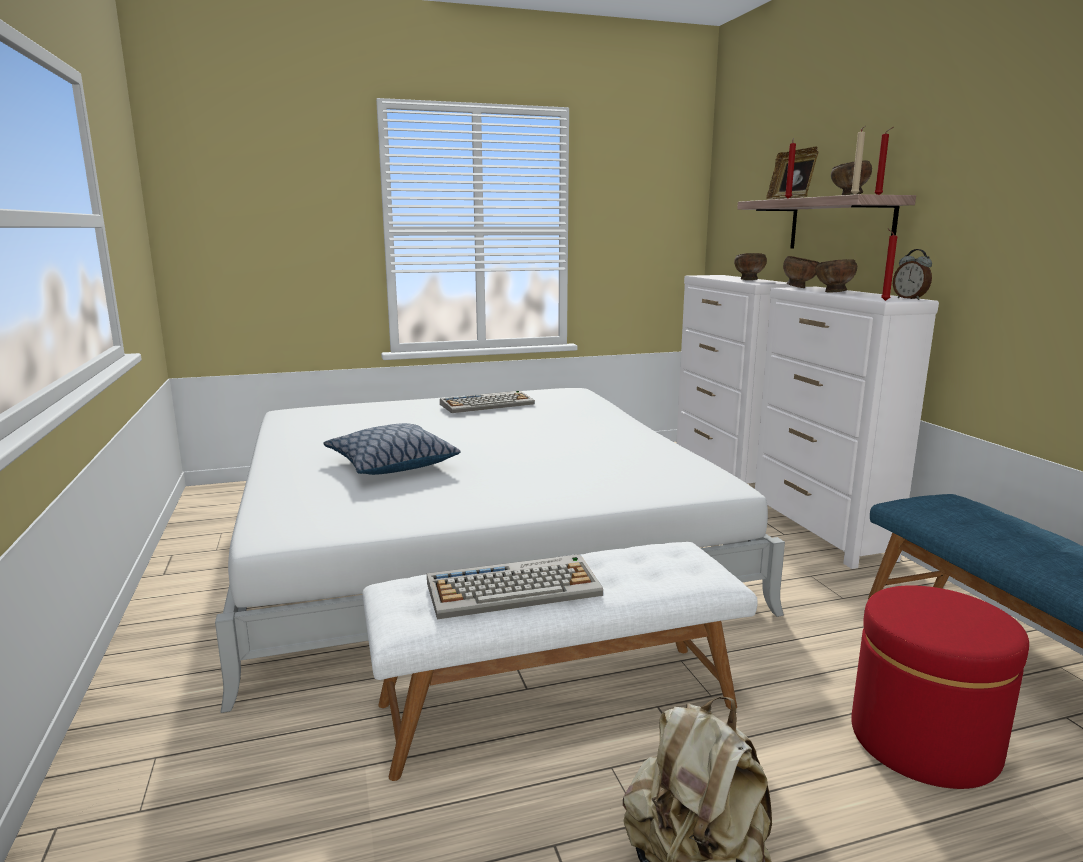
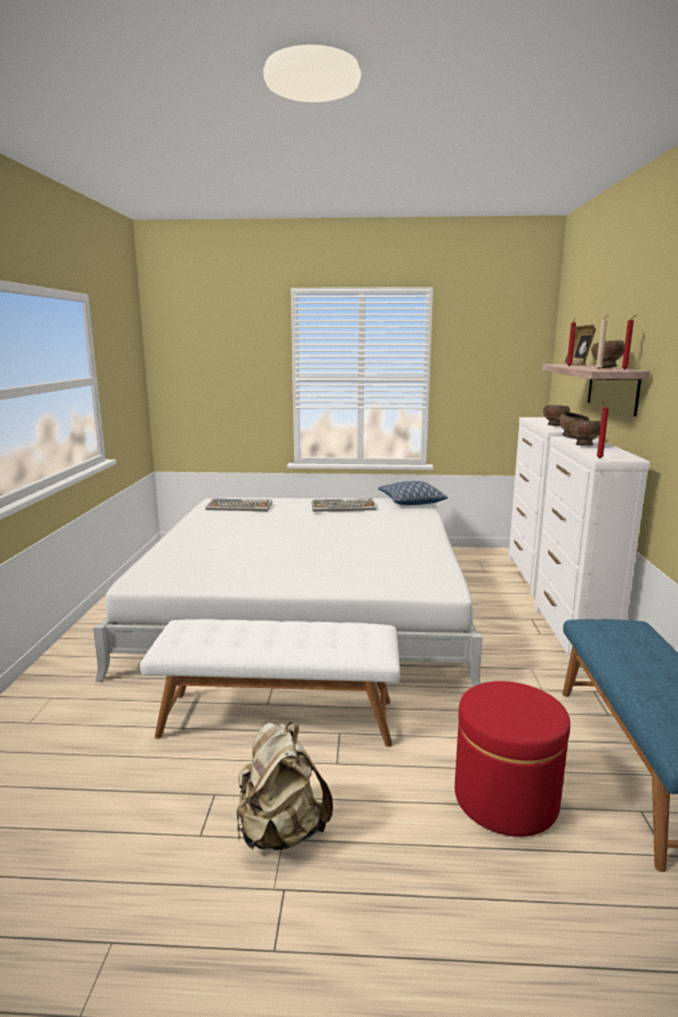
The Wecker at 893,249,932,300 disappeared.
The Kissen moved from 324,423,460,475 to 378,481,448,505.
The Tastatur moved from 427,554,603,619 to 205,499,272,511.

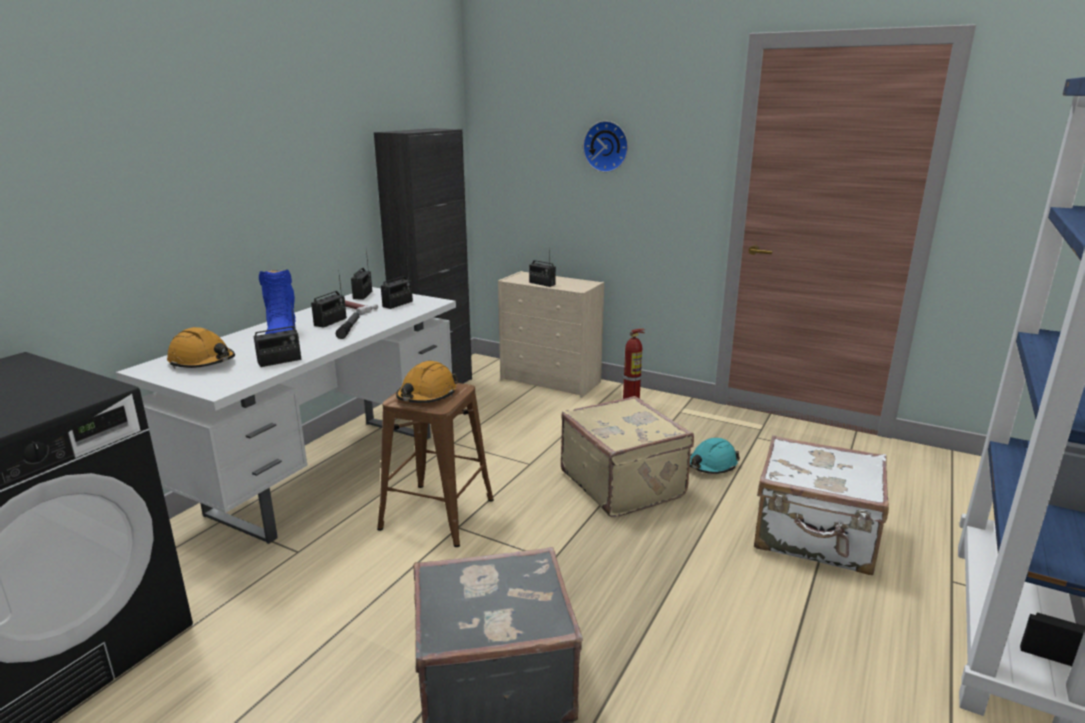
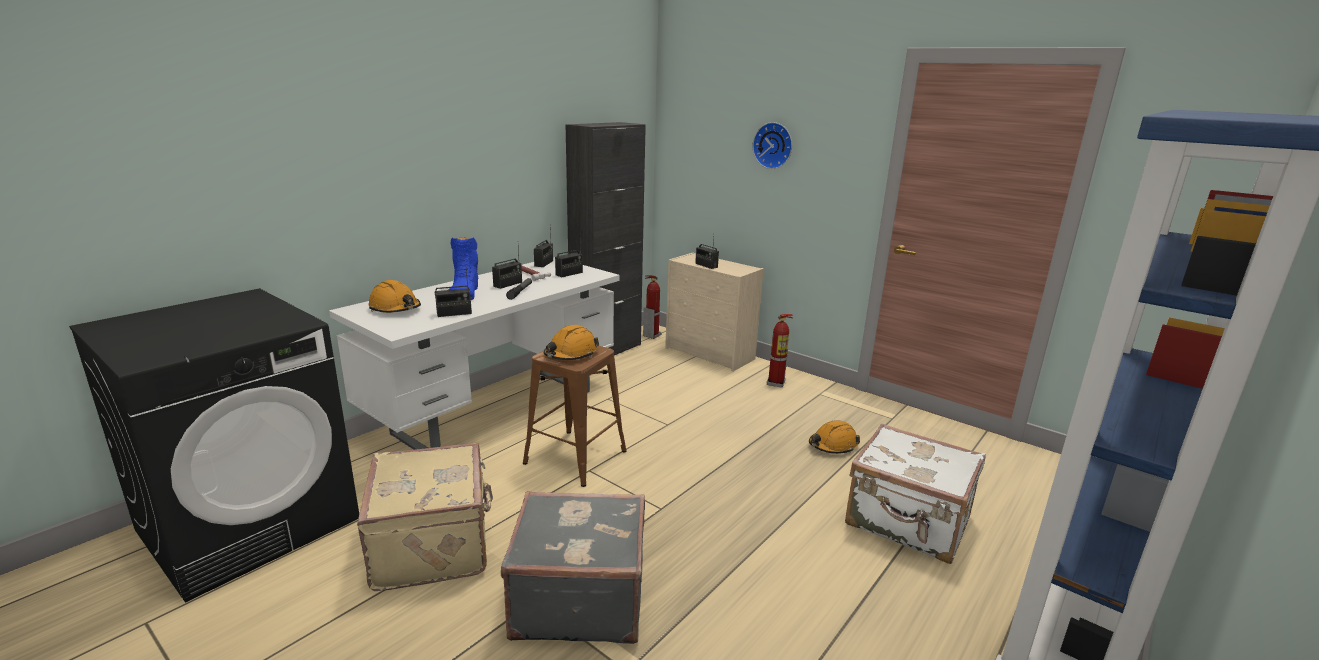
The Koffer [beige] moved from 561,396,694,517 to 357,443,493,591.
The Schutzhelm [türkis] at 690,438,740,474 became the Schutzhelm [orange] at 809,420,860,454.
The Feuerlöscher at 643,275,662,339 appeared.

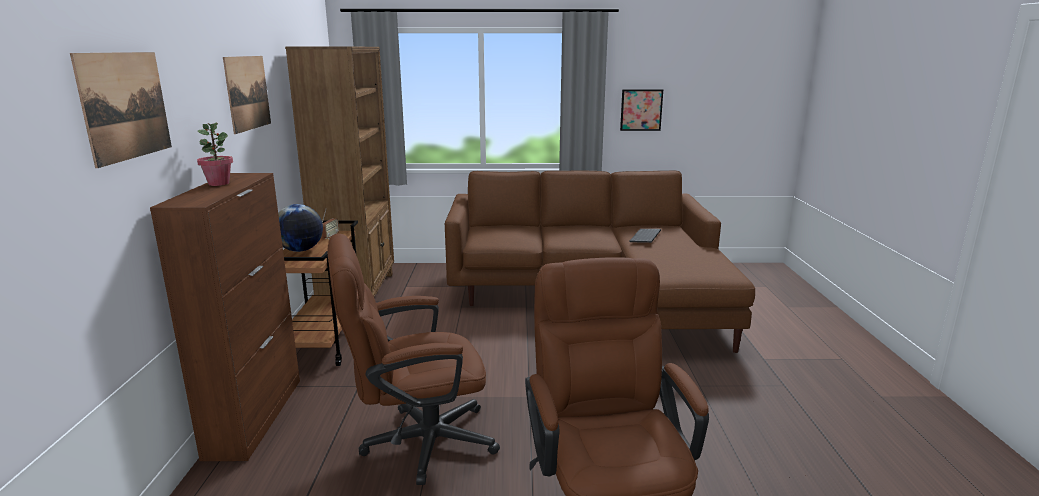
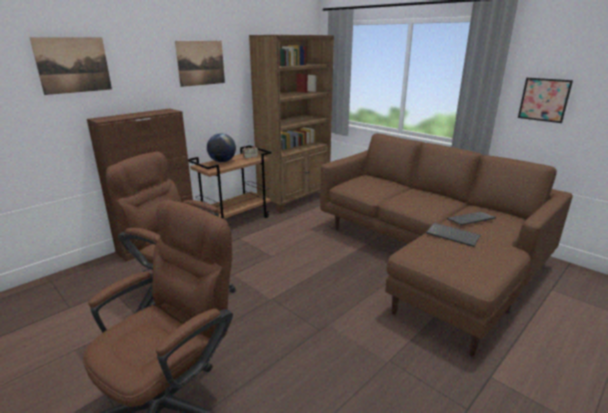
The Topfpflanze at 197,123,233,186 disappeared.
The Tastatur at 426,223,481,247 appeared.

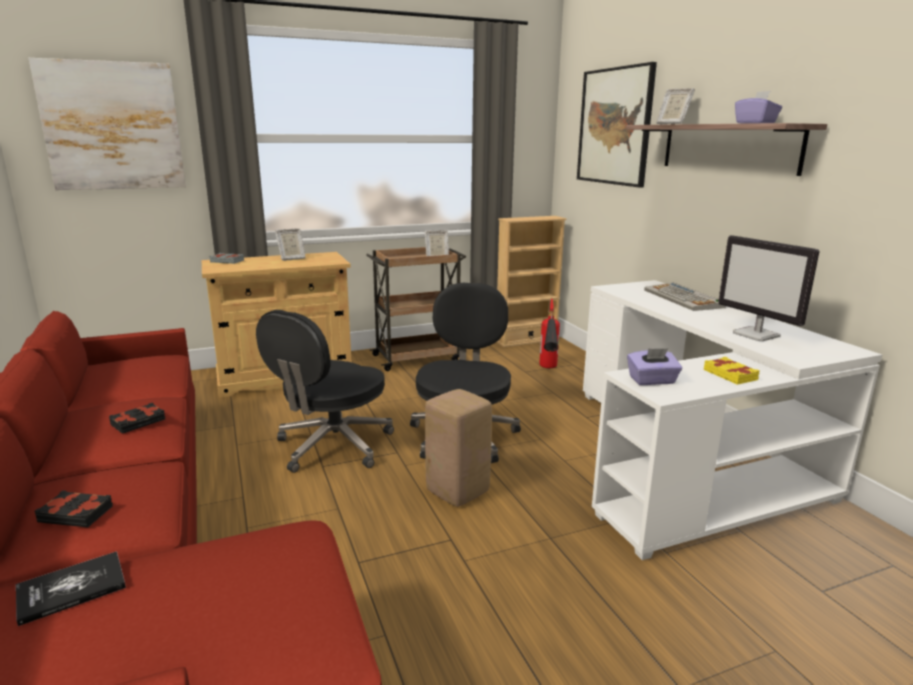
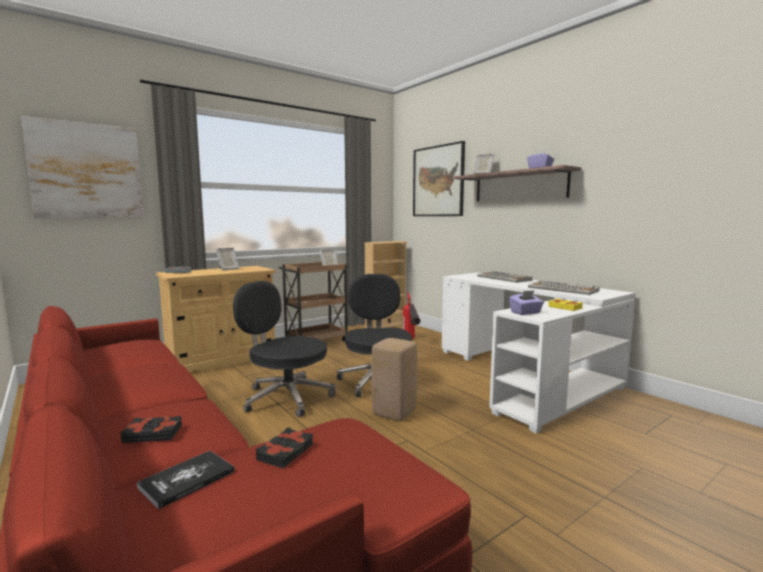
The Monitor at 718,235,820,341 was replaced by the Tastatur at 528,281,600,295.
The Bürostuhl [schwarz] at 256,310,394,473 turned 105 degrees clockwise.
The Buch [schwarz] moved from 109,403,165,434 to 256,427,313,468.

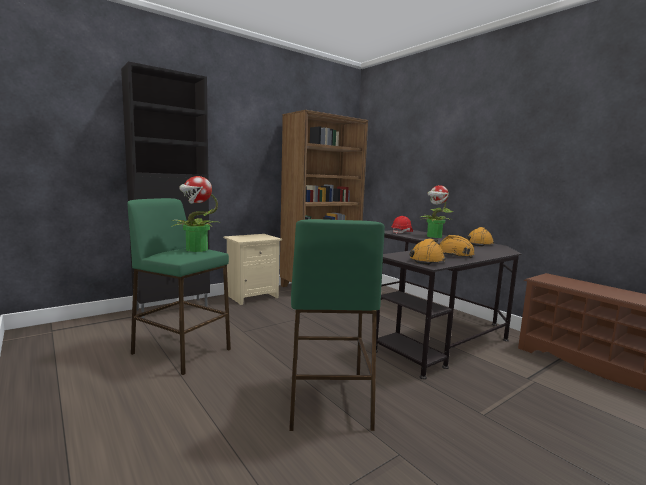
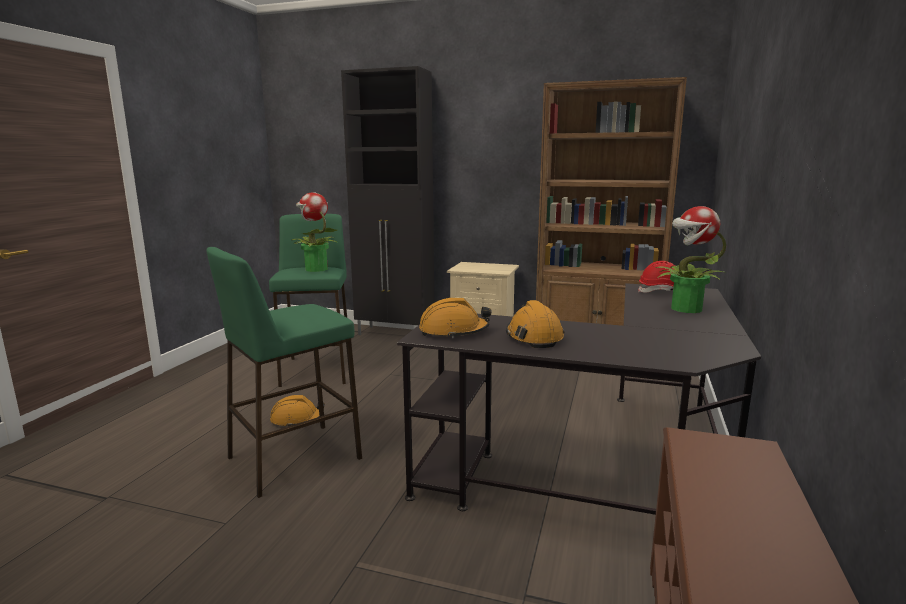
The Schutzhelm [orange] moved from 466,227,494,247 to 270,395,325,426.

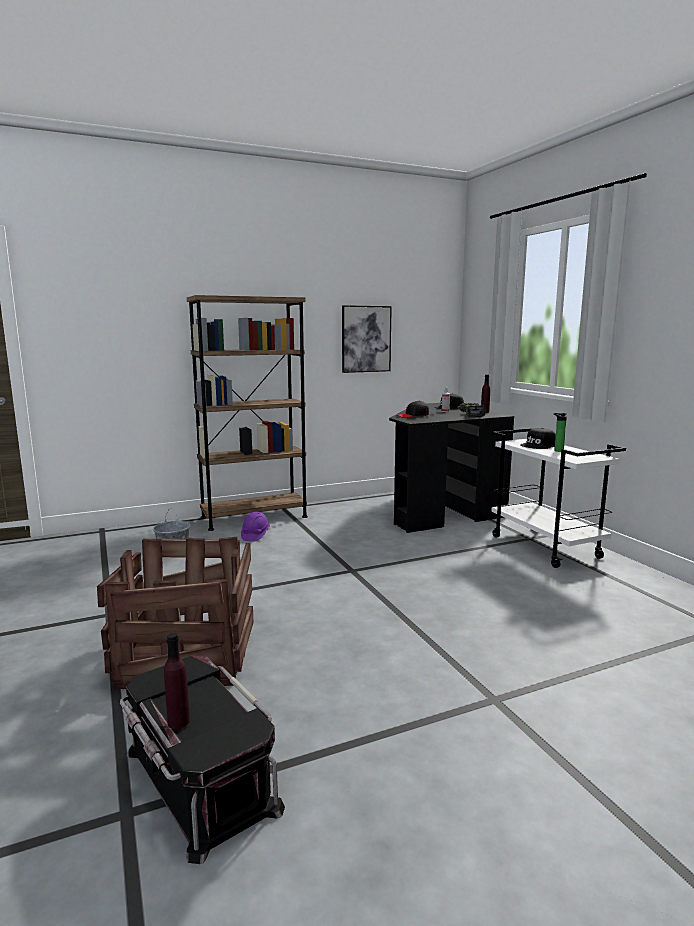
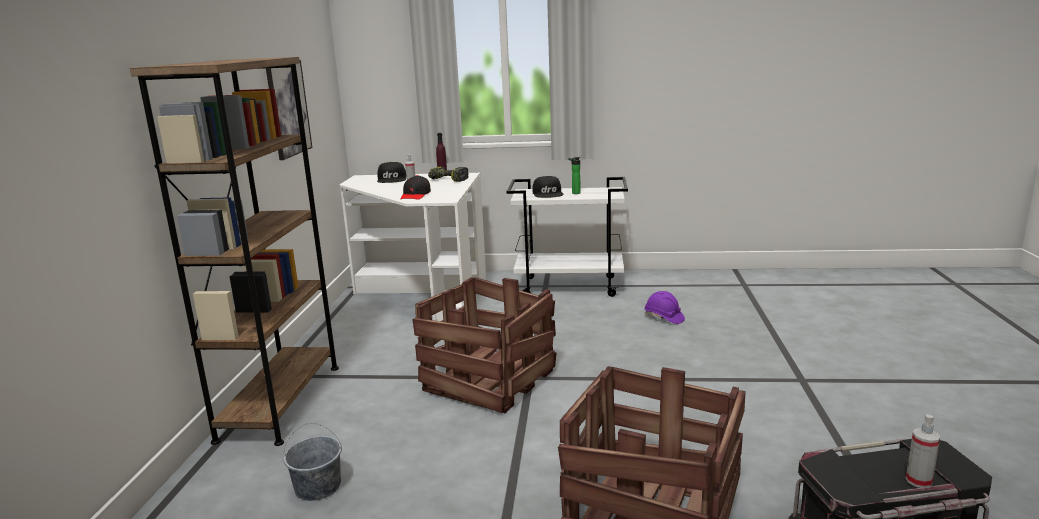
The Schreibtisch [schwarz] at 389,403,514,533 became the Schreibtisch [weiß] at 340,173,486,321.
The Schutzhelm [lila] moved from 241,512,270,542 to 645,291,685,324.
The Flasche [lila] at 164,633,190,729 was replaced by the Sprühflasche at 906,414,940,488.
The Kiste at 412,277,557,413 appeared.

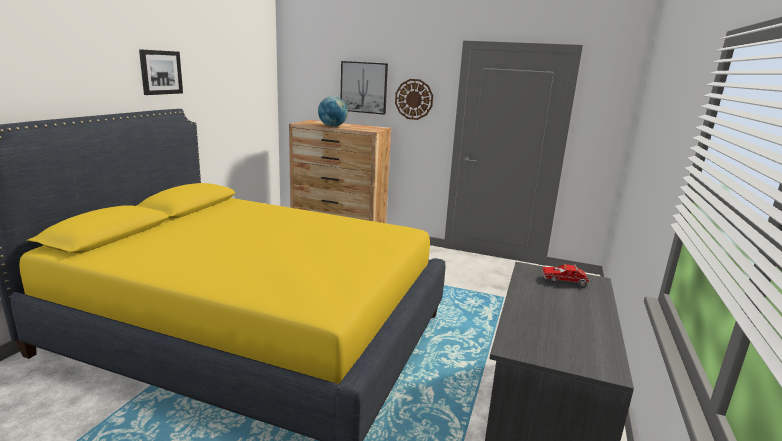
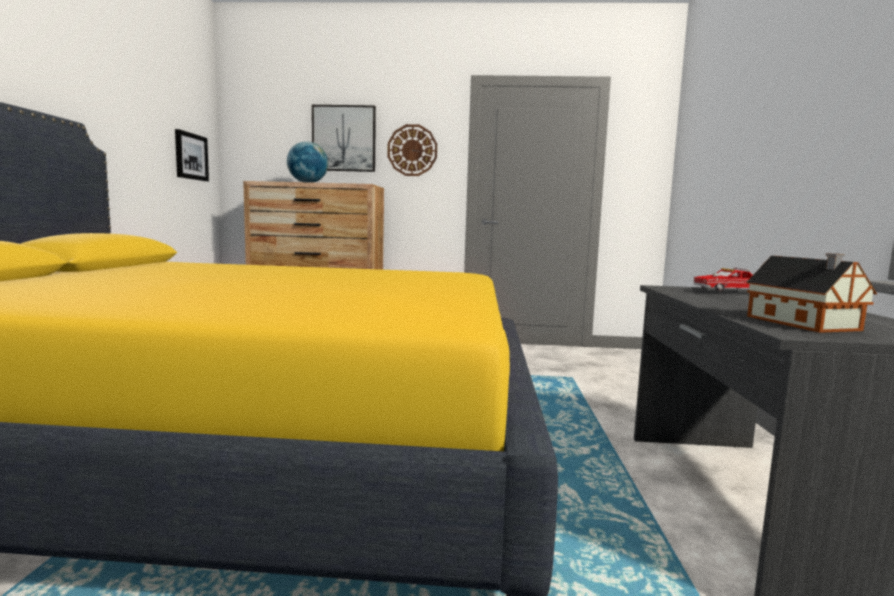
The Bild moved from 139,49,183,95 to 175,129,209,181.
The Spielzeughaus at 746,253,877,333 appeared.

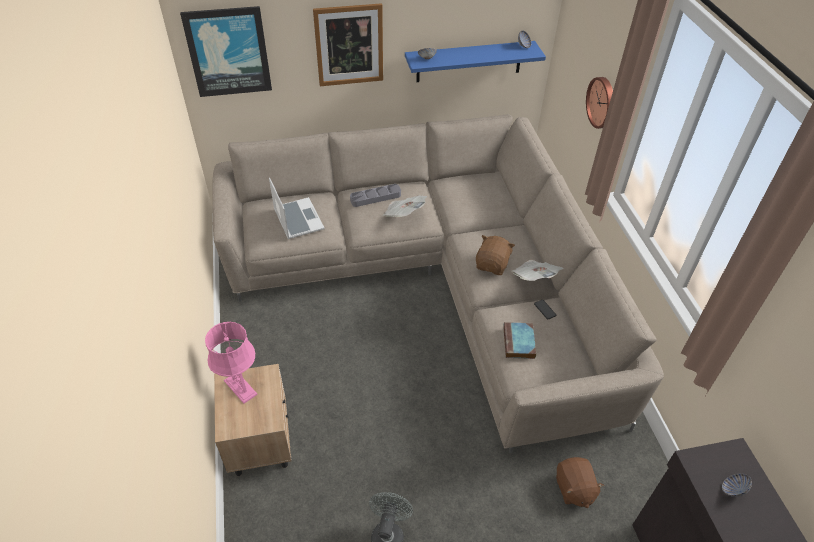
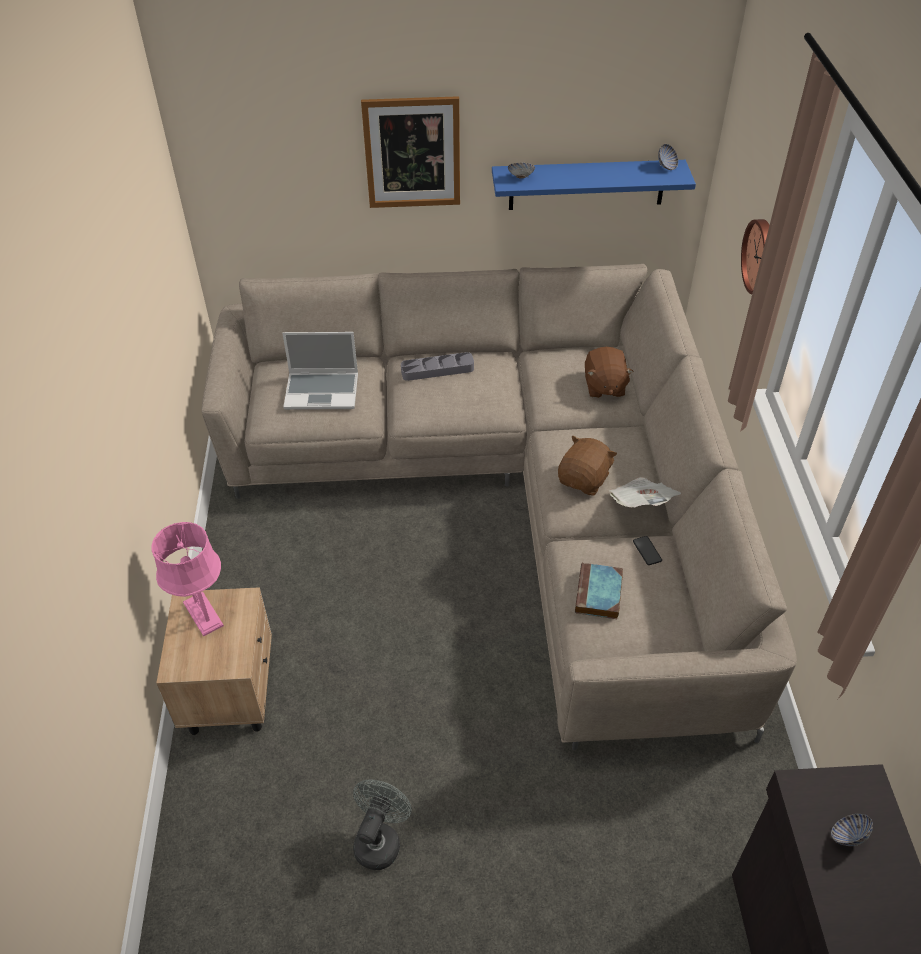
The Bild at 180,6,272,97 disappeared.
The Laptop at 269,178,325,239 turned 105 degrees clockwise.
The Zeitung at 383,195,427,217 disappeared.
The Plüschtier [braun] moved from 556,457,604,508 to 585,347,634,398.

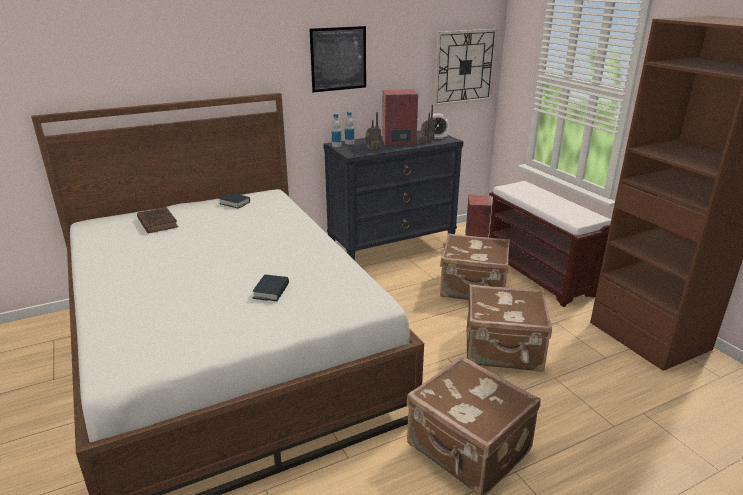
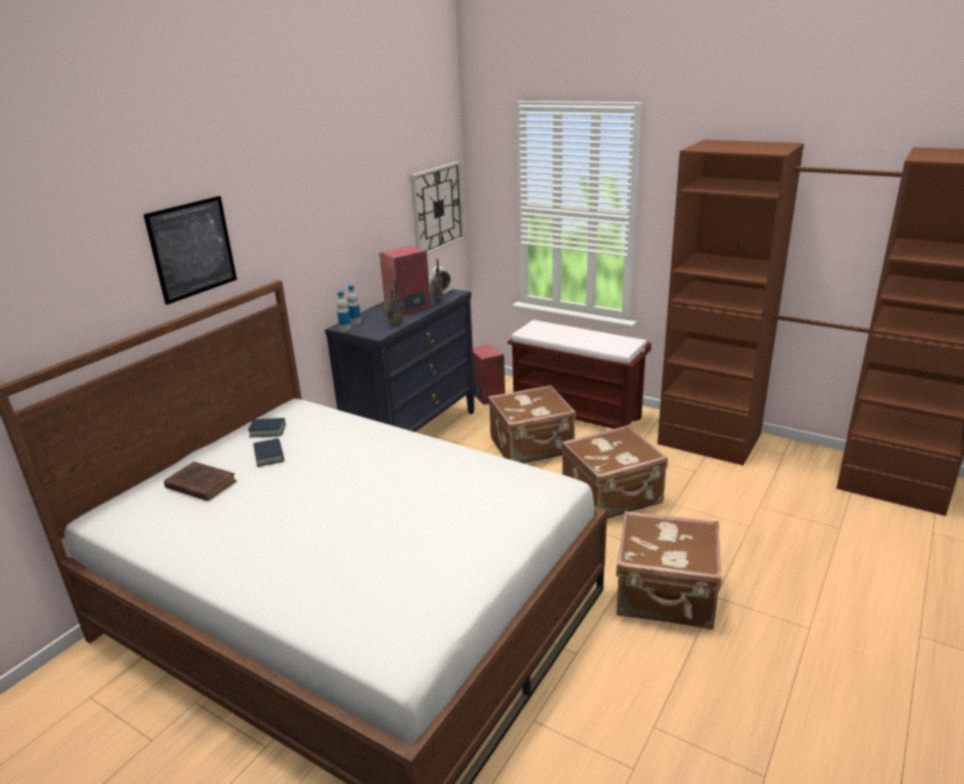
The Bild moved from 309,26,366,92 to 143,196,237,305.
The Buch moved from 253,275,289,301 to 253,438,284,467.

